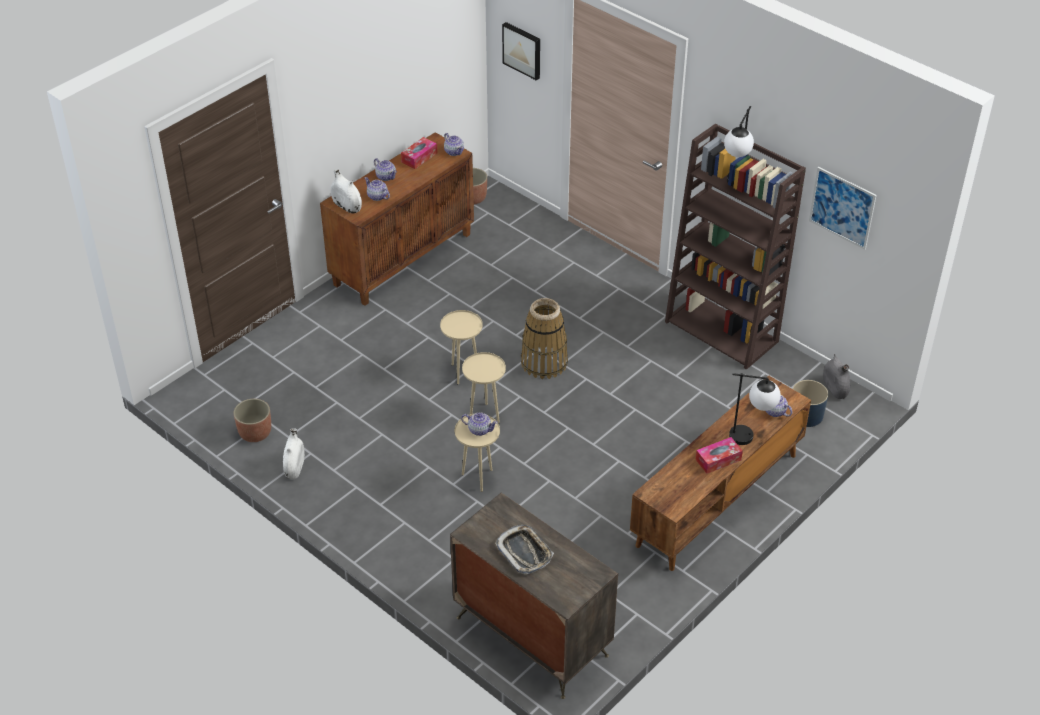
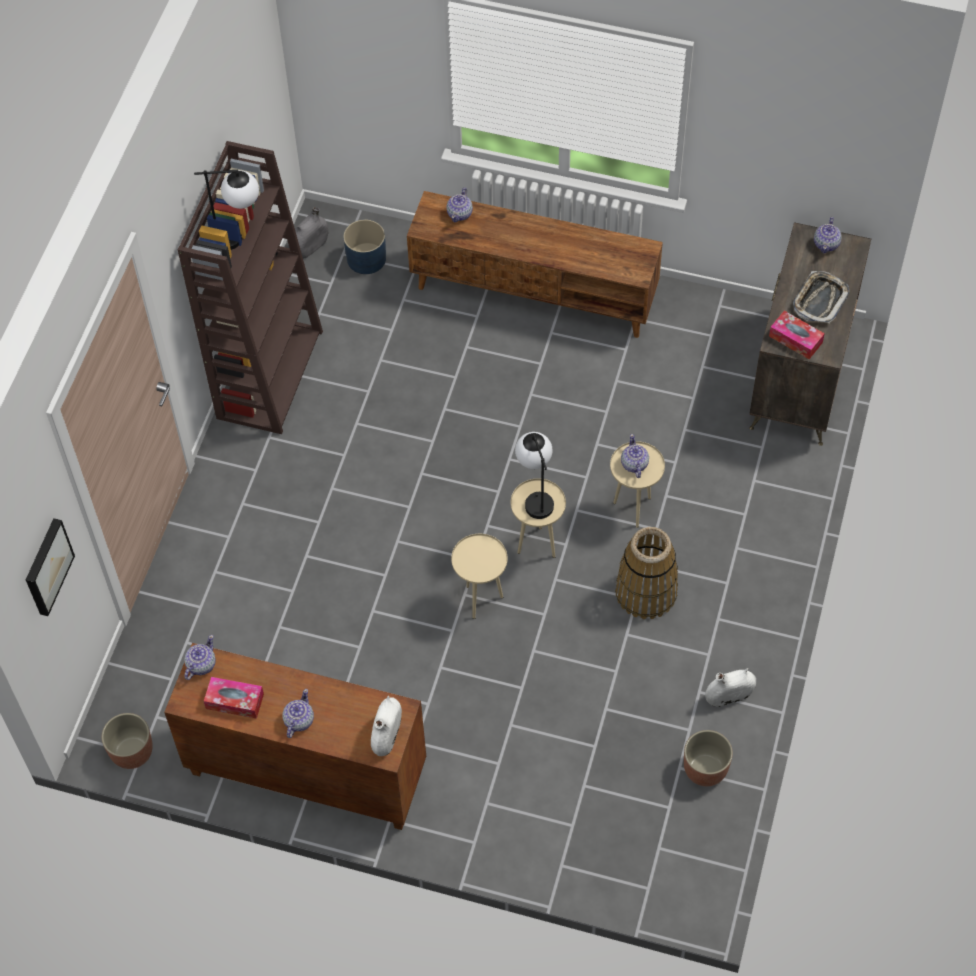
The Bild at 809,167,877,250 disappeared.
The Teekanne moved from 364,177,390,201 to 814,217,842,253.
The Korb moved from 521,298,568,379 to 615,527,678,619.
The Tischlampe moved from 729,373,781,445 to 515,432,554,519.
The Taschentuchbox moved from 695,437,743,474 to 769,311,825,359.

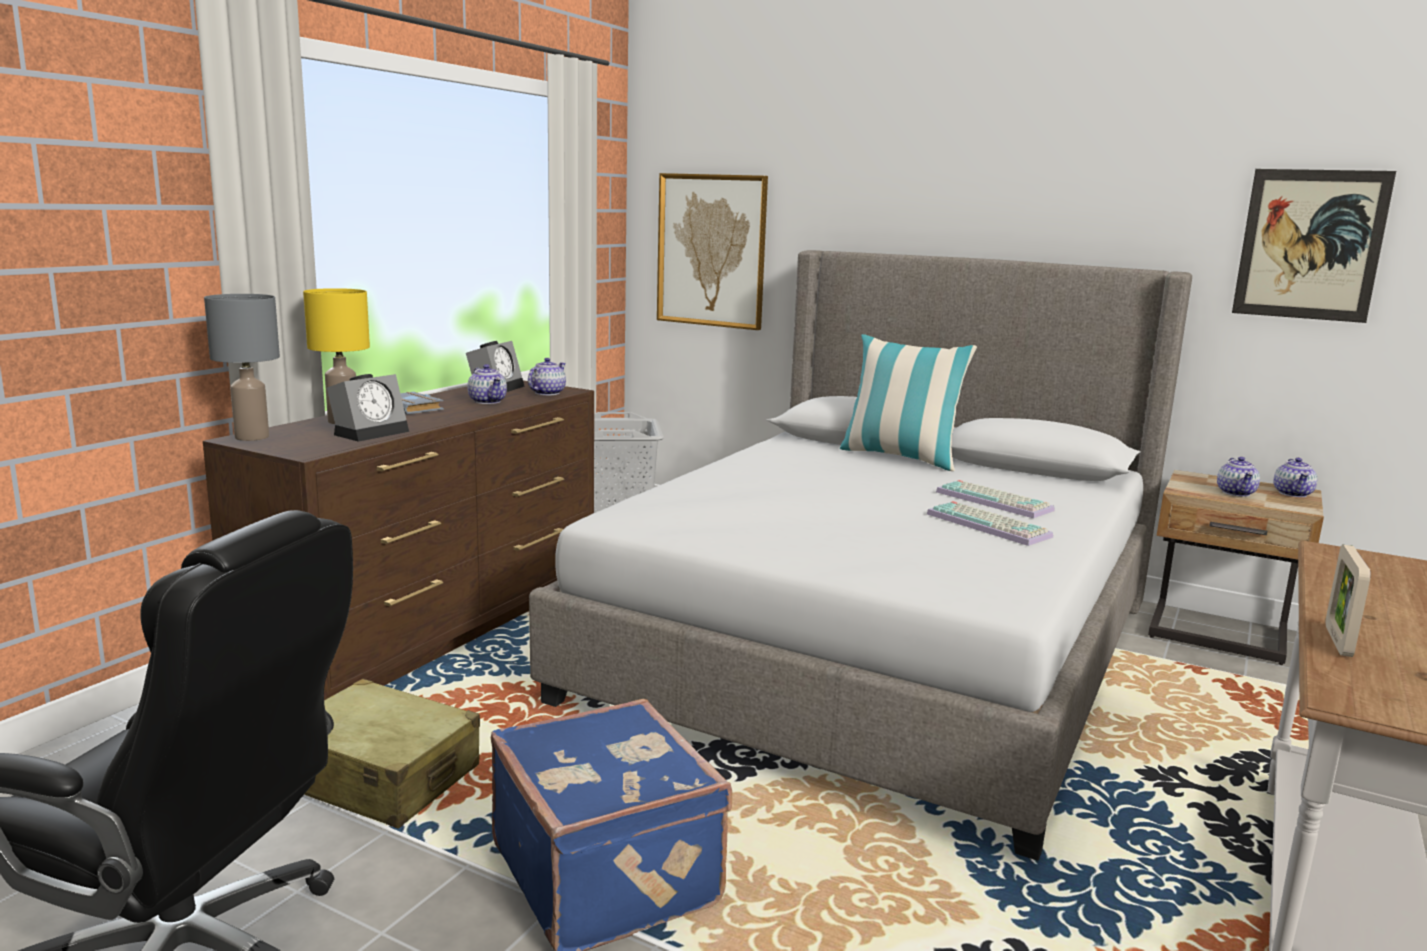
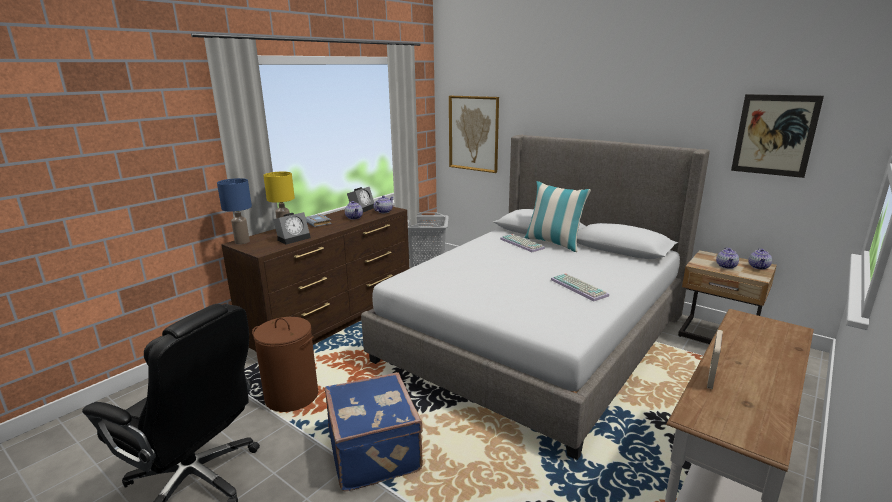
The Tischlampe [grau] at 204,294,280,441 became the Tischlampe [blau] at 217,178,252,244.
The Tastatur moved from 936,480,1055,518 to 500,234,545,252.
The Koffer [beige] at 304,679,480,829 was replaced by the Wäschekorb [braun] at 252,317,318,412.

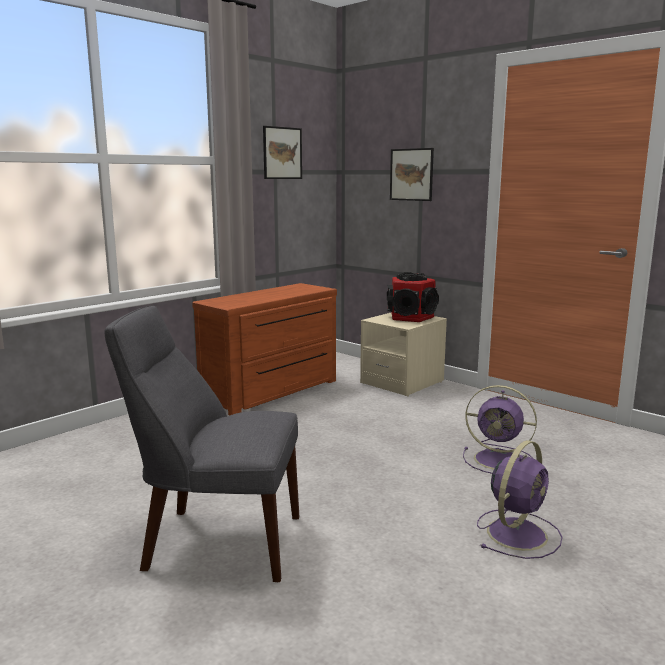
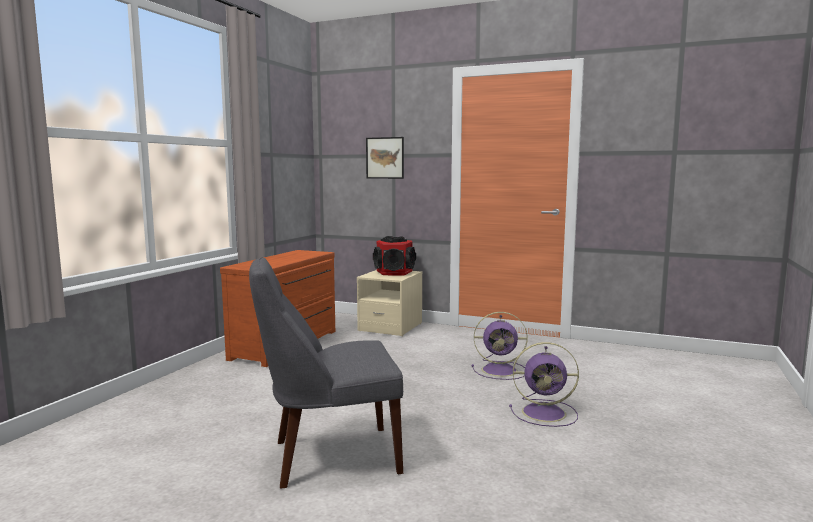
The Bild at 263,126,302,179 disappeared.
The Ventilator [lila] at 477,440,562,559 turned 75 degrees clockwise.

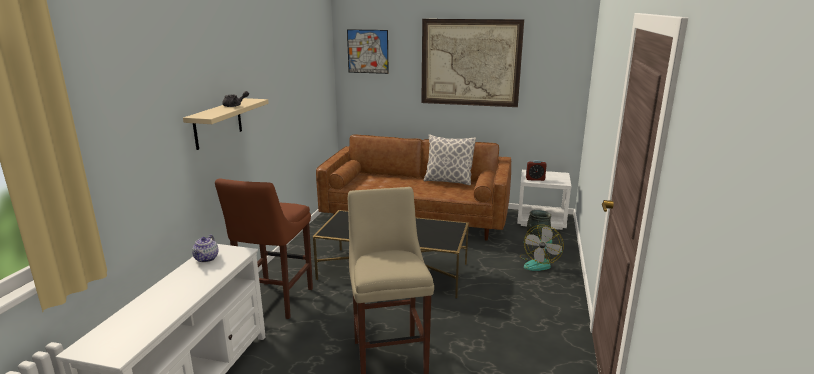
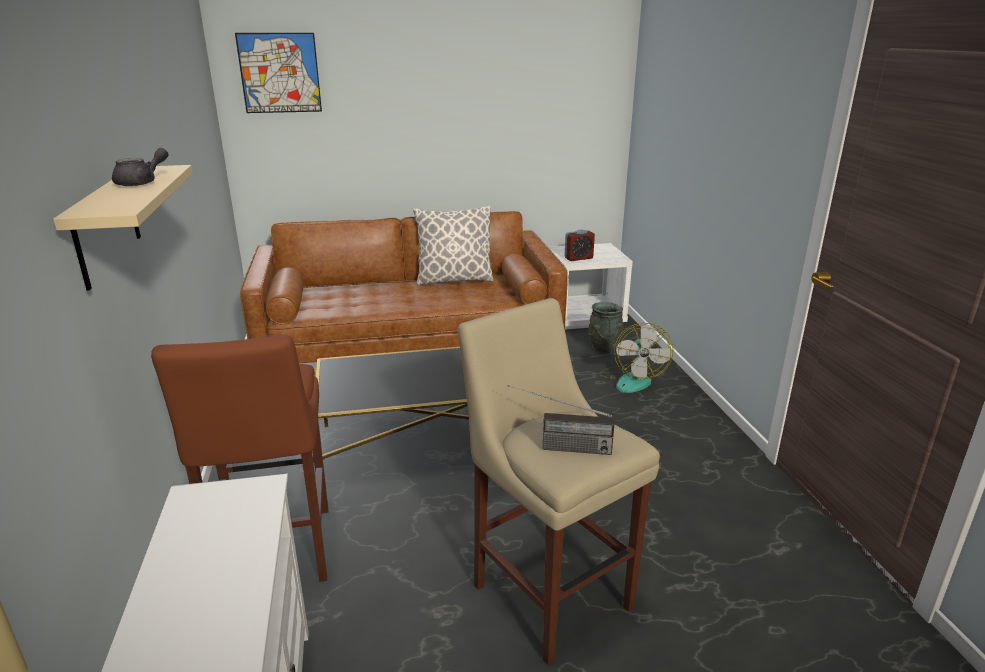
The Bild at 421,19,524,107 disappeared.
The Teekanne at 192,235,218,262 disappeared.
The Radio at 508,385,614,455 appeared.

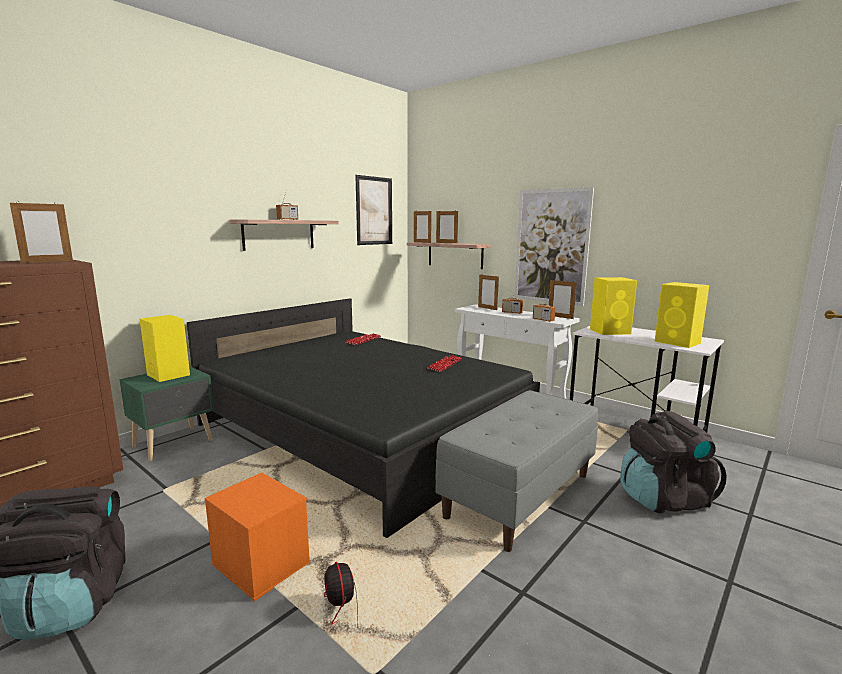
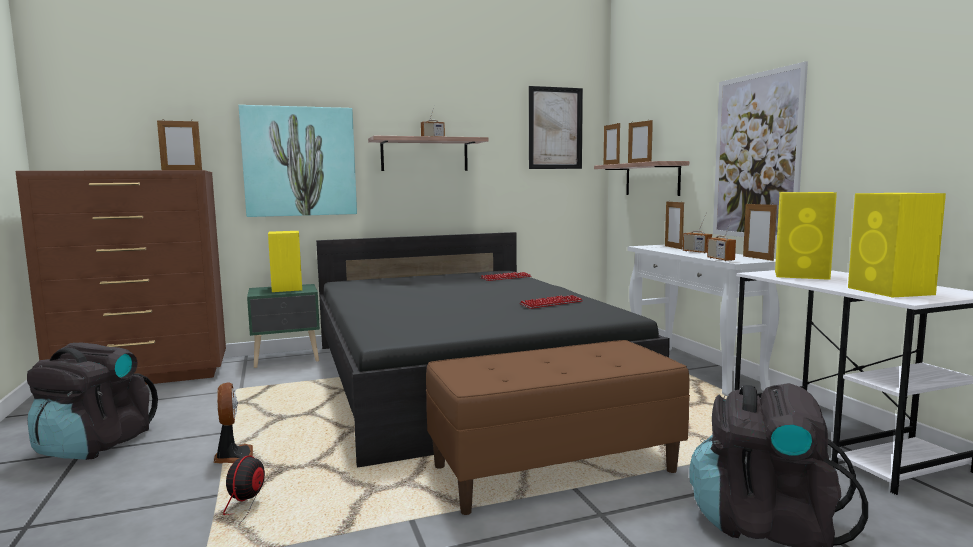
The Bank [grau] at 436,390,598,552 became the Bank [braun] at 426,340,690,515.
The Aufbewahrungsbox [orange] at 204,473,310,601 was replaced by the Ventilator at 214,382,253,464.
The Bild at 239,105,357,217 appeared.

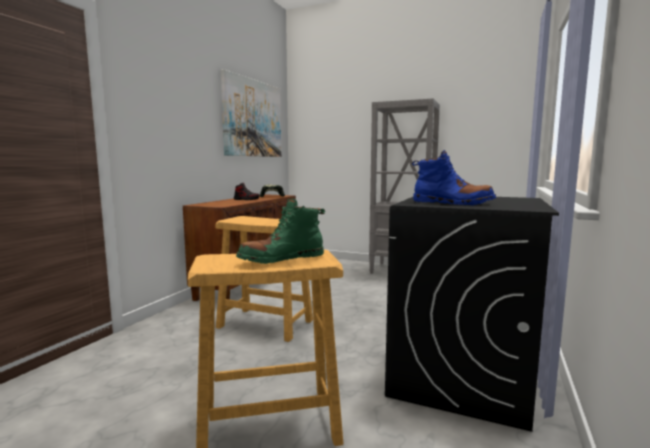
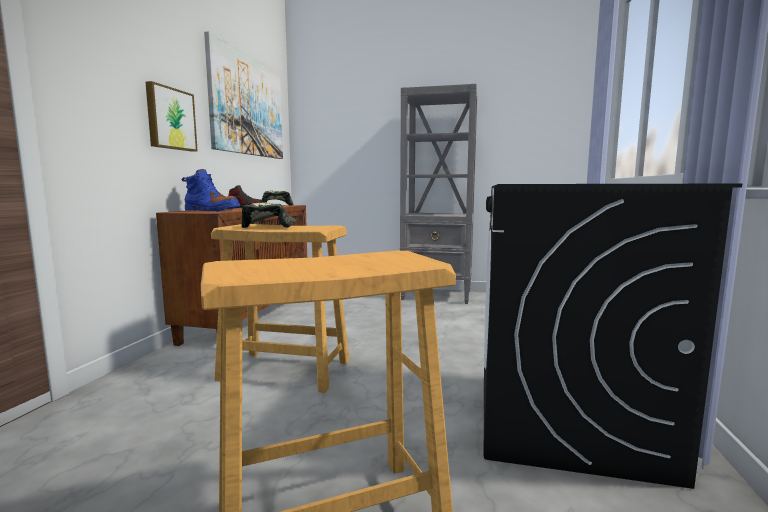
The Stiefel [blau] moved from 412,150,496,205 to 181,169,240,211.
The Stiefel [grün] at 236,198,325,264 disappeared.
The Bild at 146,81,198,151 appeared.
The Kappe at 241,202,296,228 appeared.

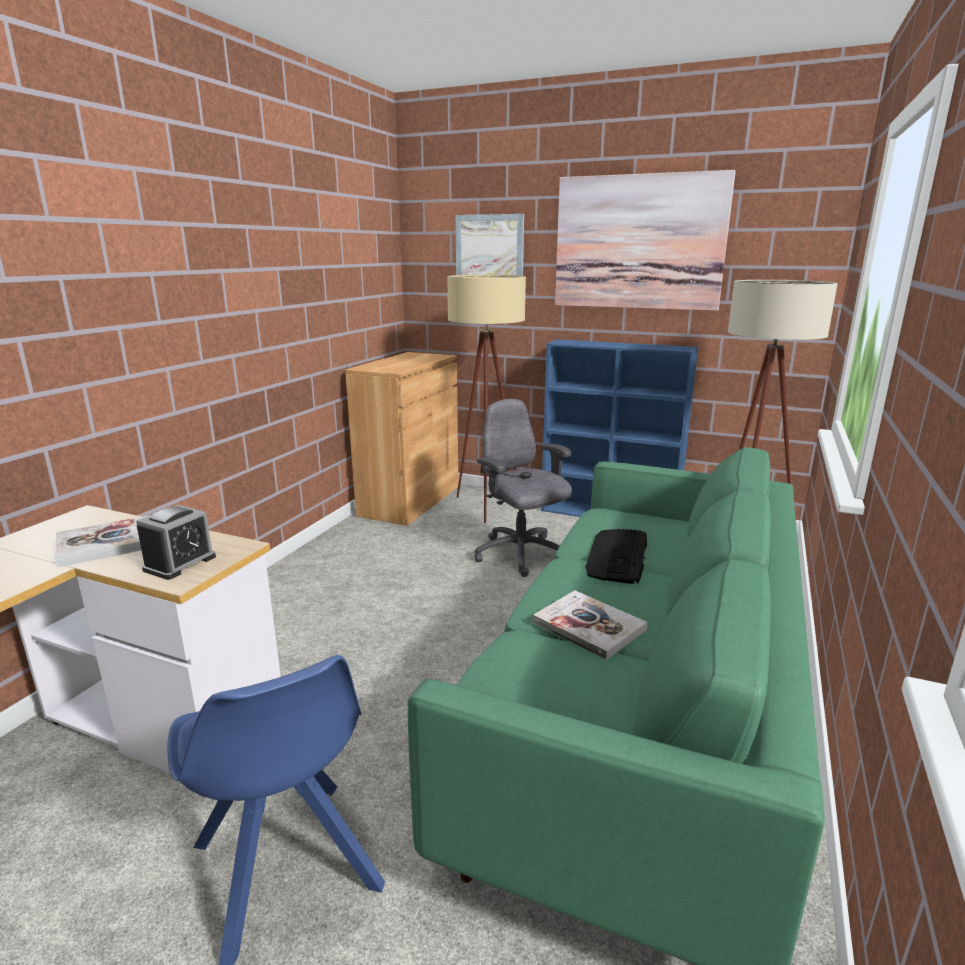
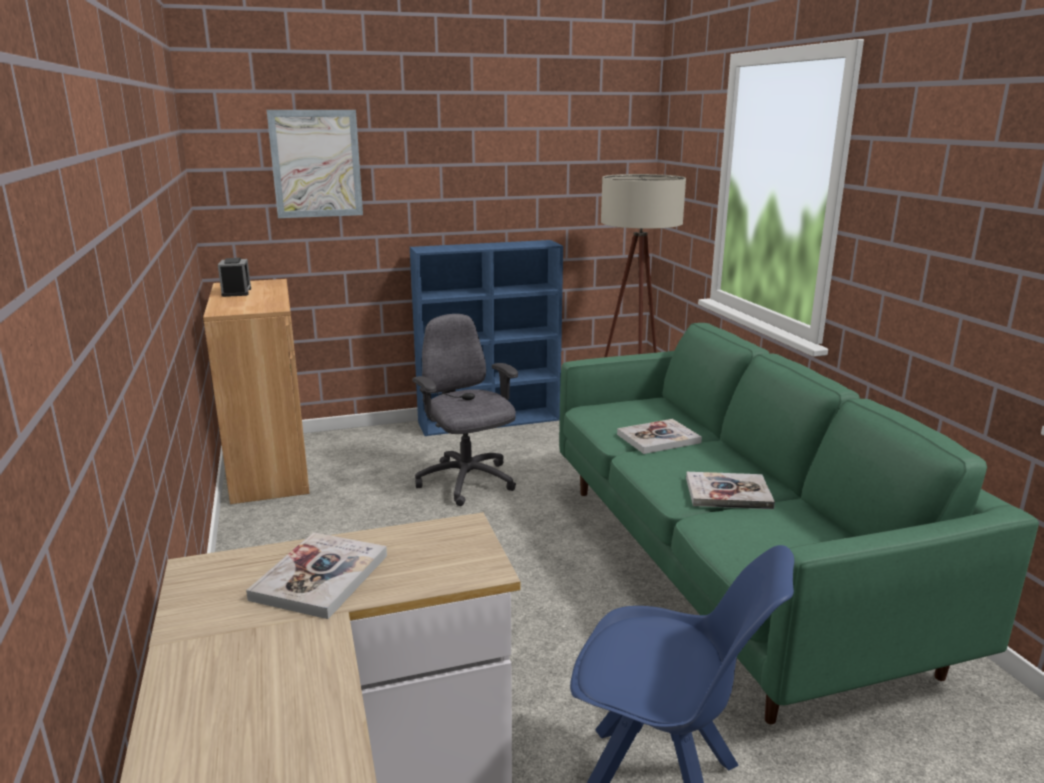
The Bild at 555,170,736,311 disappeared.
The Stehlampe [beige] at 447,275,526,523 disappeared.
The Bürostuhl [grau] at 475,399,572,577 turned 45 degrees clockwise.
The Wecker moved from 136,505,216,580 to 218,258,251,297.
The Tastatur at 585,529,647,584 was replaced by the Buch at 617,419,702,454.

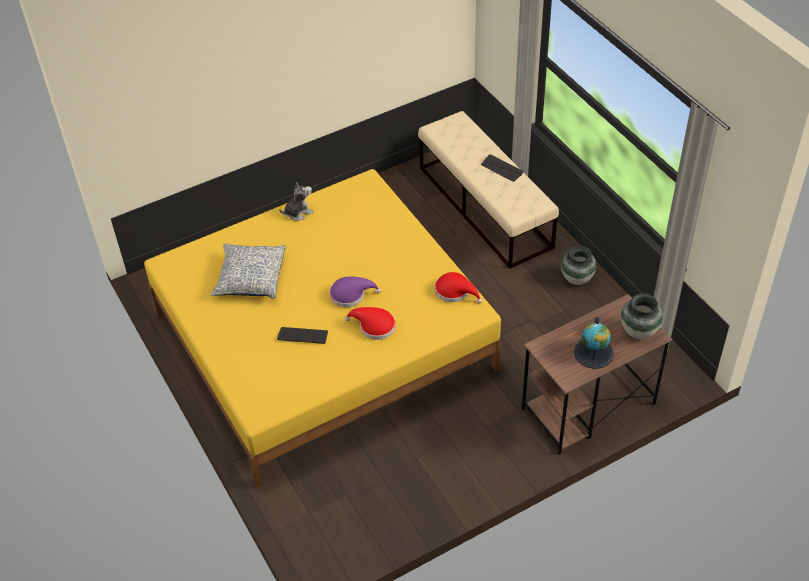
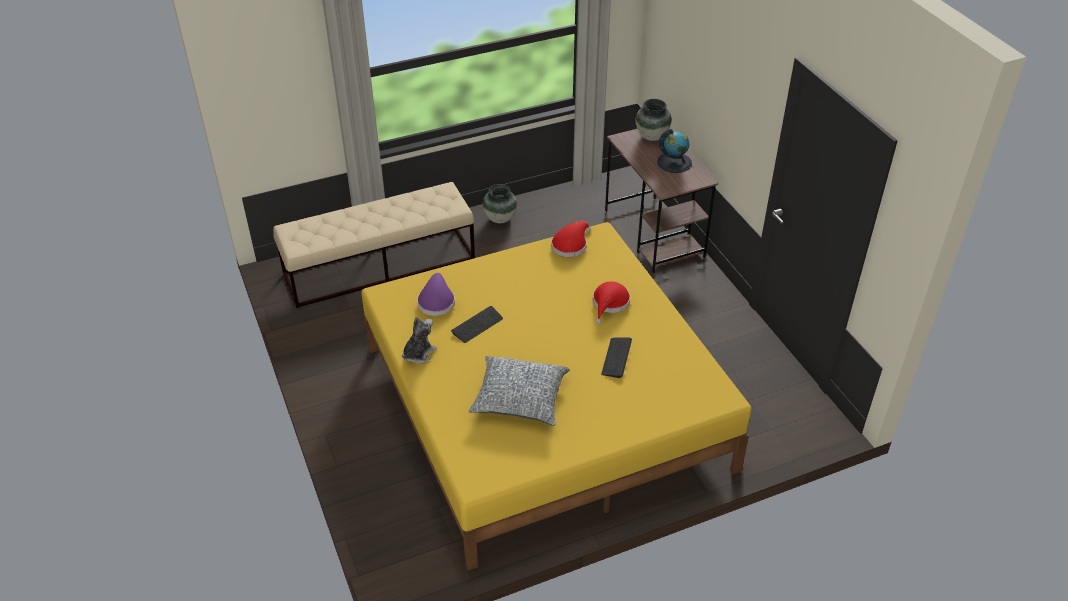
The Tastatur moved from 481,154,524,182 to 451,306,503,343.
The Plüschtier at 279,183,314,221 turned 60 degrees clockwise.
The Hut [lila] moved from 329,276,381,307 to 417,273,455,316.

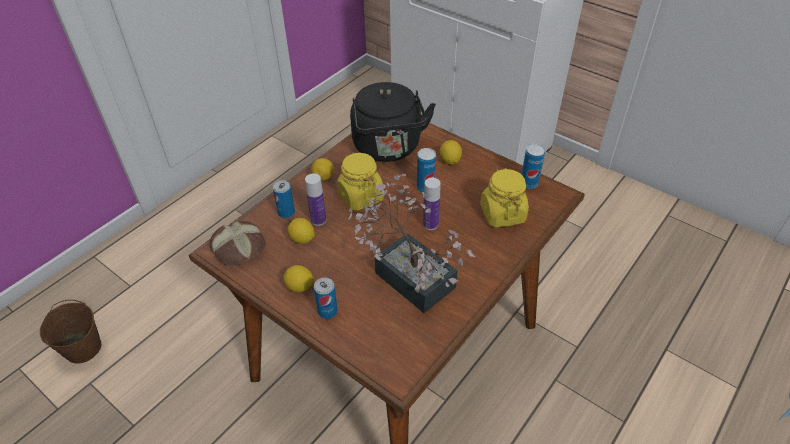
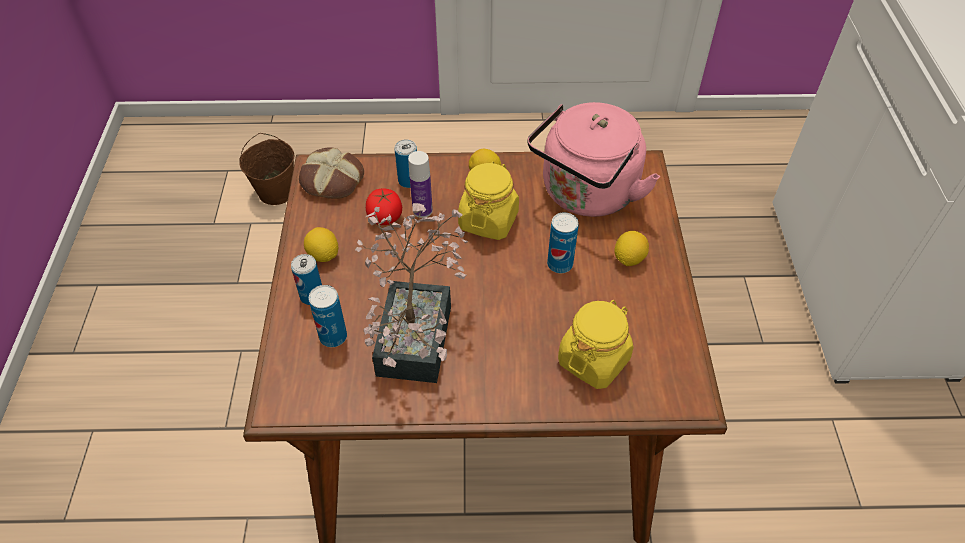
The Wasserkessel [schwarz] at 350,82,436,162 became the Wasserkessel [rosa] at 527,102,660,217.
The Dose moved from 521,144,545,189 to 309,285,347,347.
The Flasche at 423,178,440,230 disappeared.
The Zitrone at 287,218,315,244 was replaced by the Tomate at 366,188,402,225.

